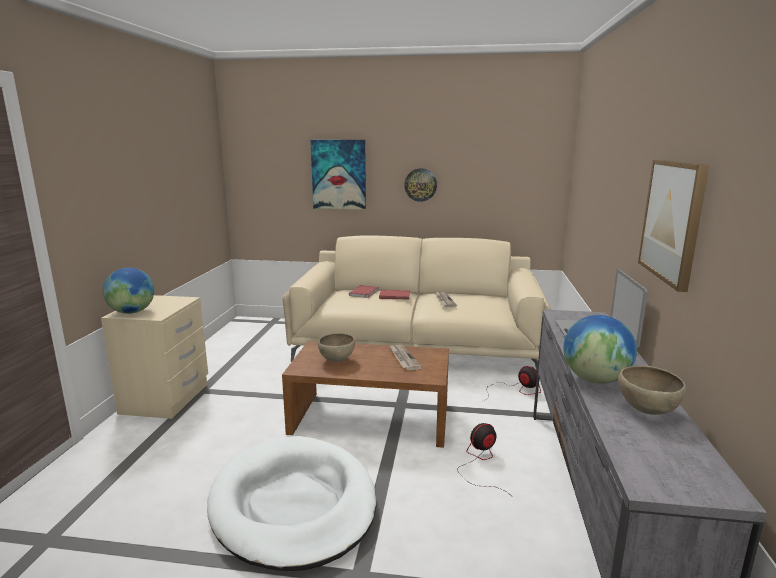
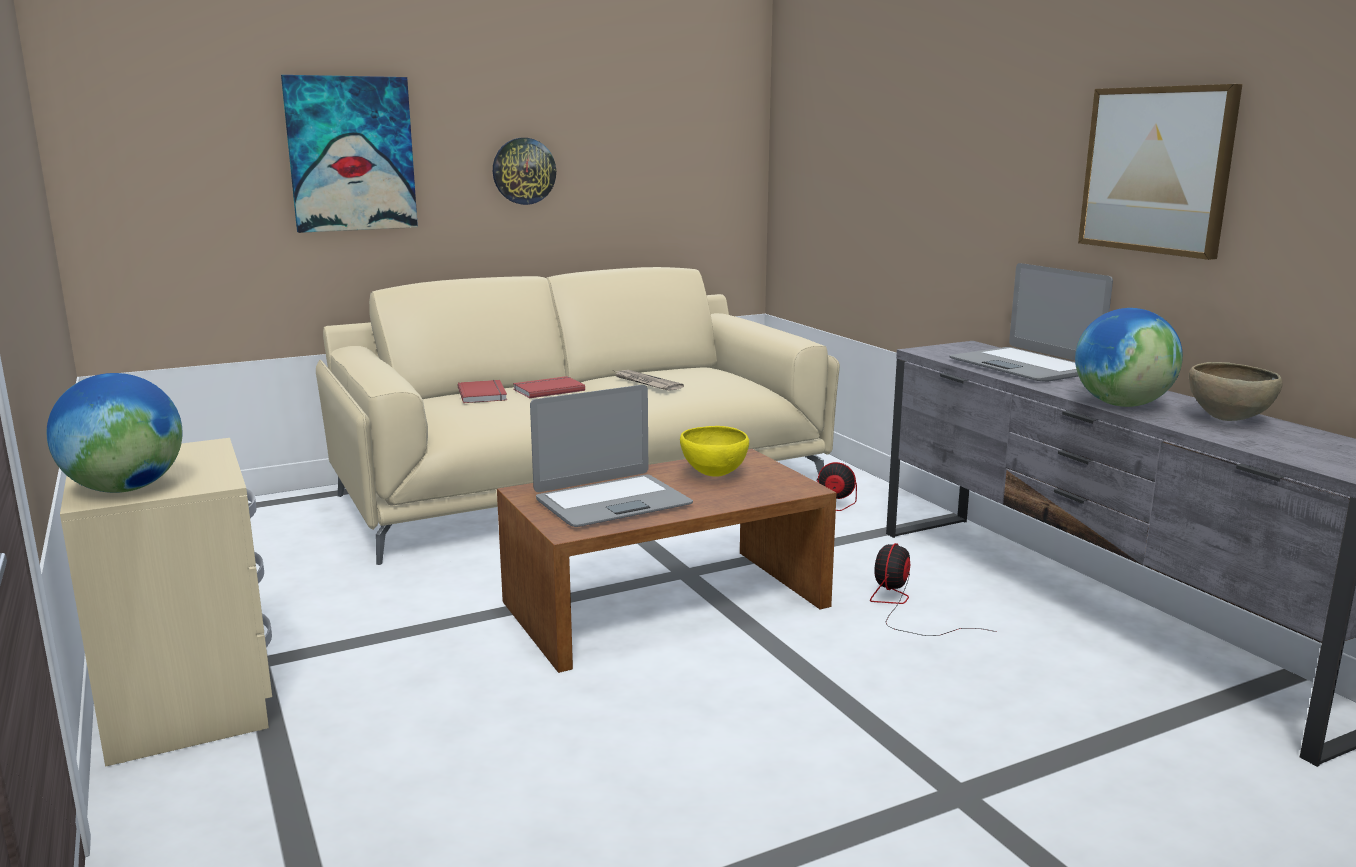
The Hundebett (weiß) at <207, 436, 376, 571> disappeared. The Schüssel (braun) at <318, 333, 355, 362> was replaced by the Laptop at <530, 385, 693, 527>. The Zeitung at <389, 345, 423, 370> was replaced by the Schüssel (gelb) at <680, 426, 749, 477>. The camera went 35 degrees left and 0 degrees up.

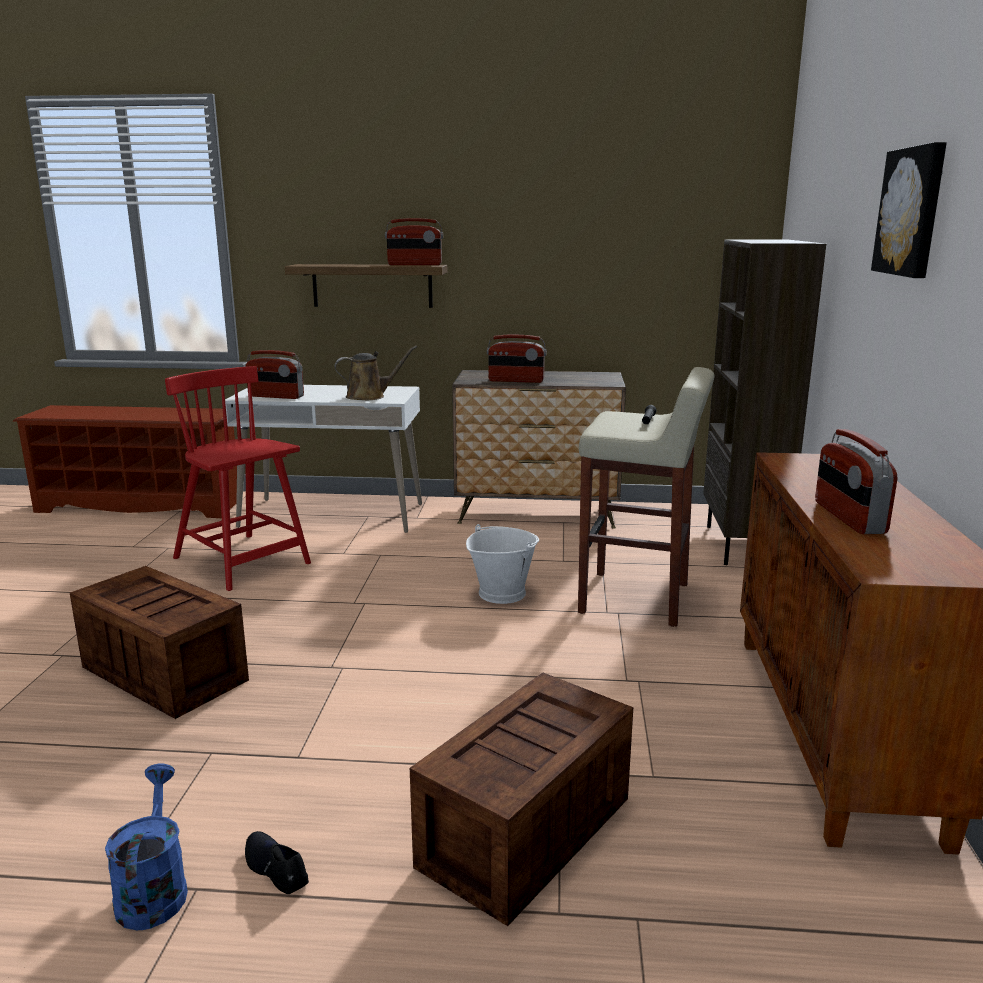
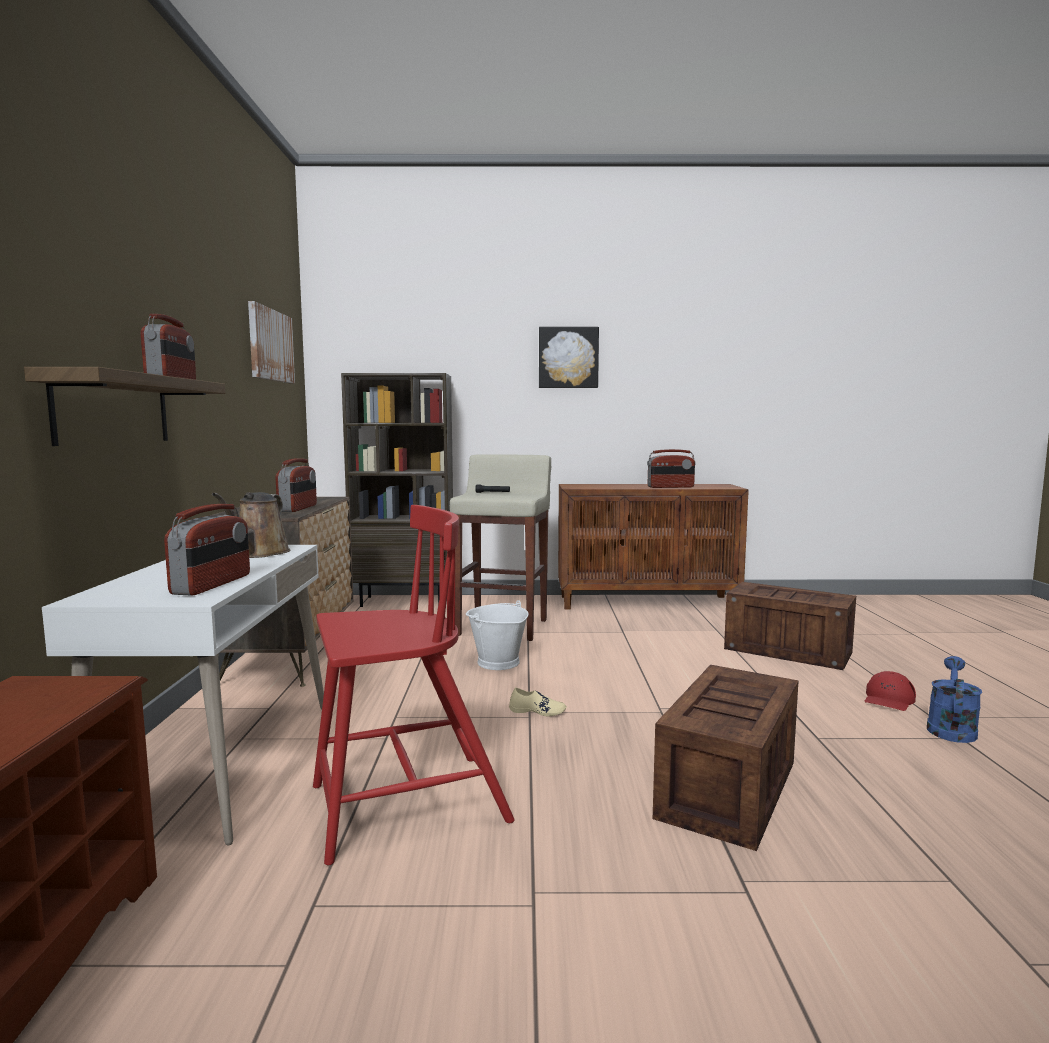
The Bild at <248, 301, 295, 383> appeared. The Schuh (beige) at <509, 687, 567, 716> appeared. The Schuh (schwarz) at <245, 831, 309, 894> was replaced by the Kappe (rot) at <865, 671, 916, 711>. The Gießkanne (blau) at <105, 763, 188, 930> turned 135 degrees clockwise. The Stuhl (rot) at <165, 366, 311, 591> turned 150 degrees counterclockwise. The Gießkanne (braun) at <335, 346, 417, 400> turned 150 degrees counterclockwise. The camera went 95 degrees left and 10 degrees down.

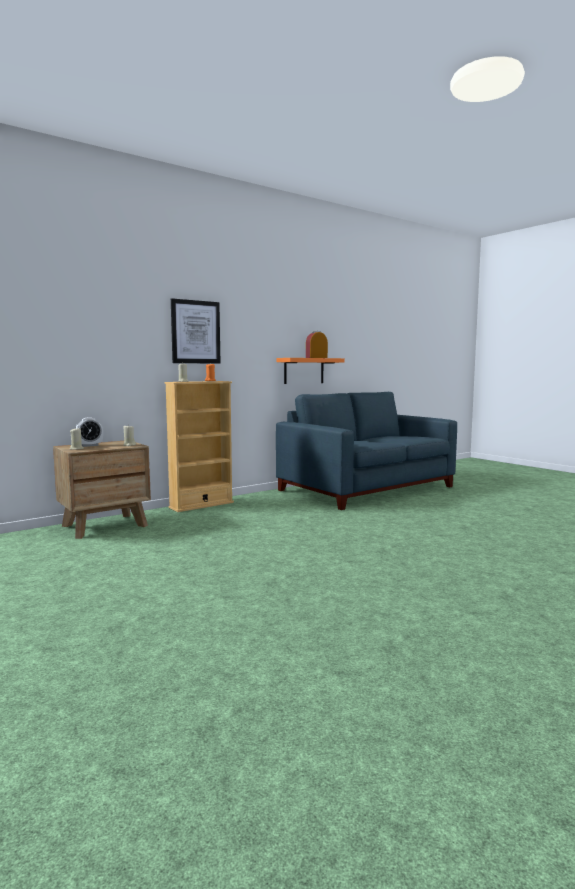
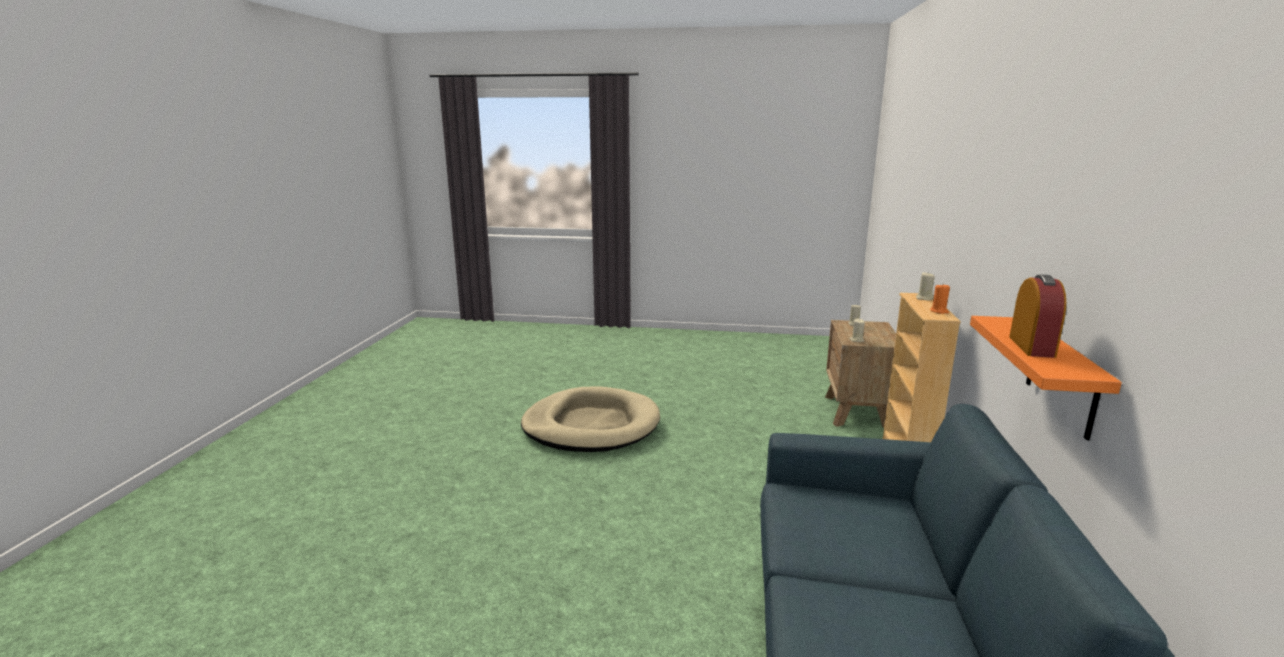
The Wecker at <76, 417, 103, 447> disappeared. The Bild at <171, 298, 220, 363> disappeared. The Hundebett (beige) at <521, 386, 660, 452> appeared. The camera went 135 degrees right and 10 degrees up.

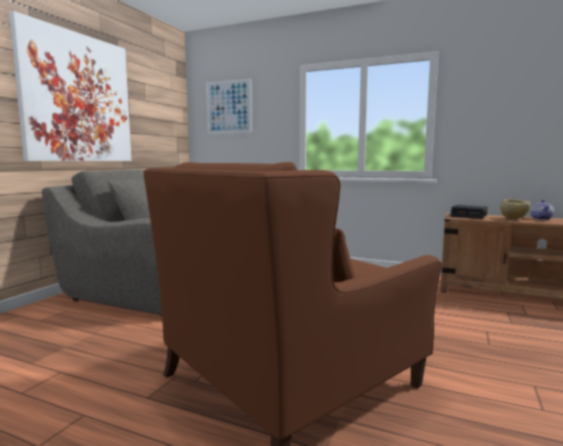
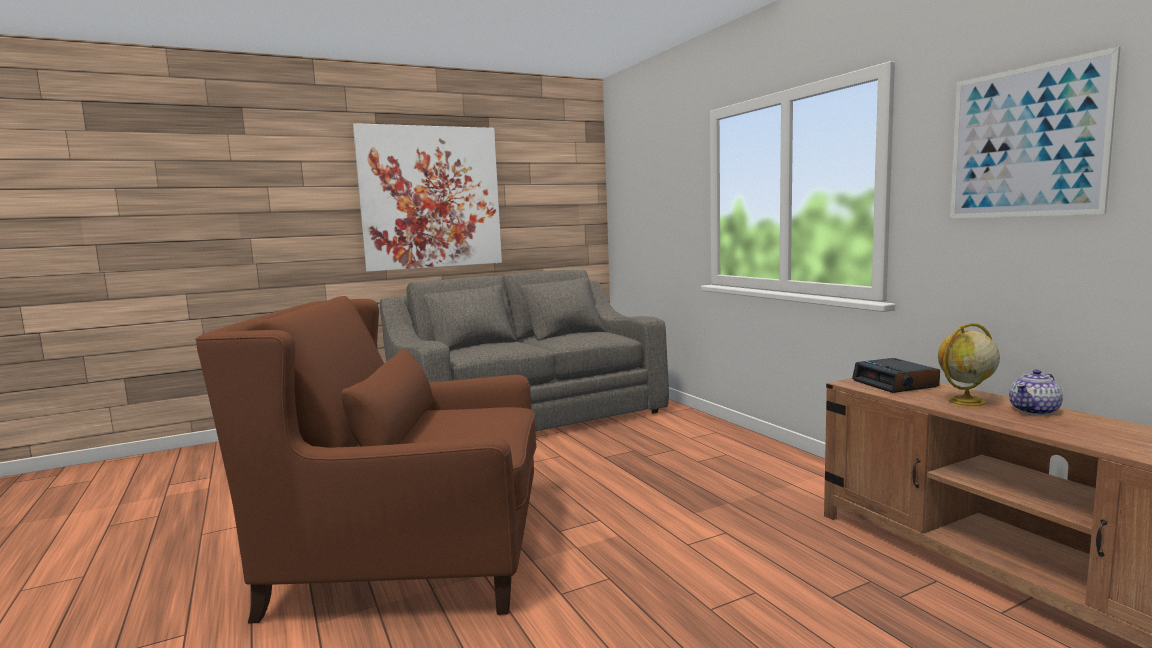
The Bild moved from <206, 79, 252, 134> to <950, 47, 1121, 218>. The Schüssel (beige) at <500, 199, 531, 219> was replaced by the Globus at <938, 323, 1000, 407>. The camera went 40 degrees right and 0 degrees up.

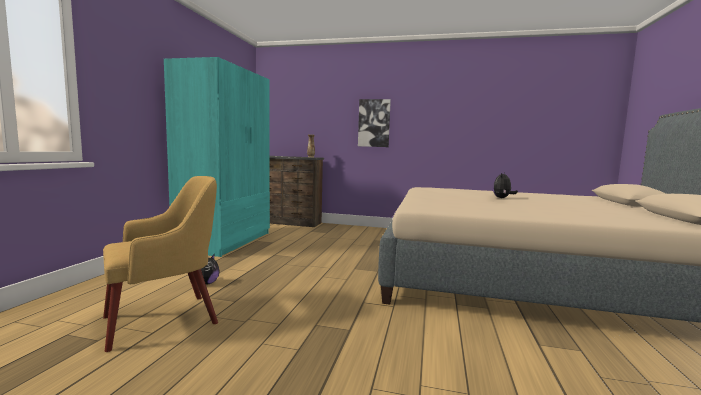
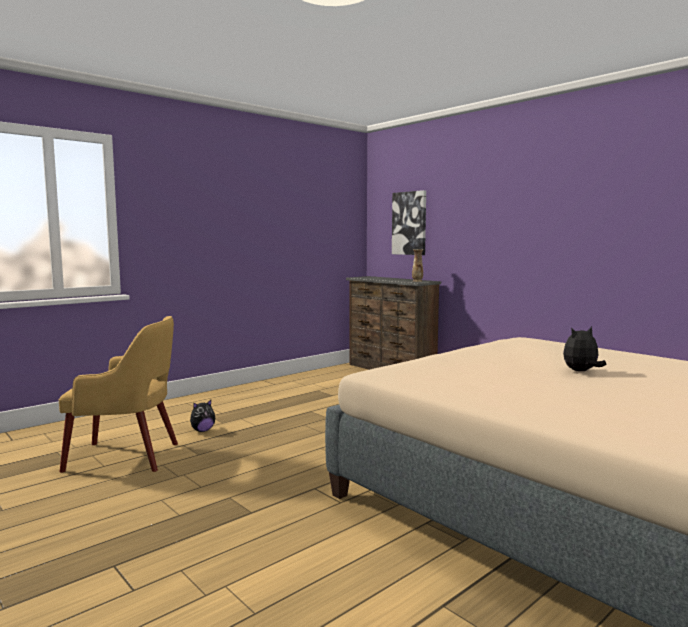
The Kleiderschrank (türkis) at <164, 57, 270, 257> disappeared. The Bild moved from <358, 99, 391, 147> to <392, 190, 426, 255>. The camera went 35 degrees right and 0 degrees up.

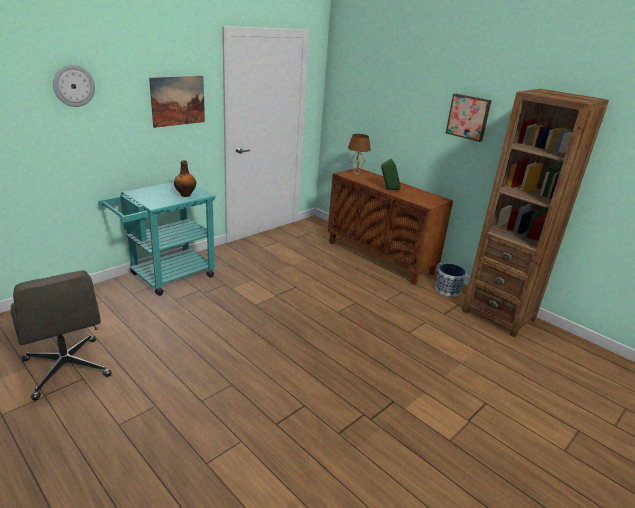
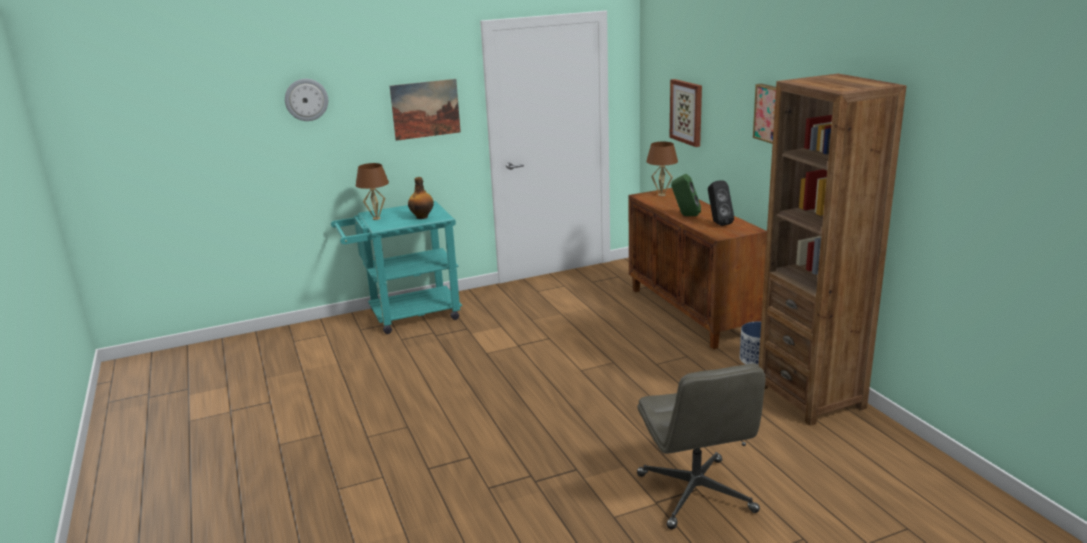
The Tischlampe (braun) at <356, 163, 389, 220> appeared. The Bild at <669, 79, 702, 147> appeared. The Lautsprecher (schwarz) at <708, 180, 734, 226> appeared. The Bürostuhl (grau) moved from <11, 270, 111, 401> to <637, 364, 766, 529>. The camera went 25 degrees right and 5 degrees down.

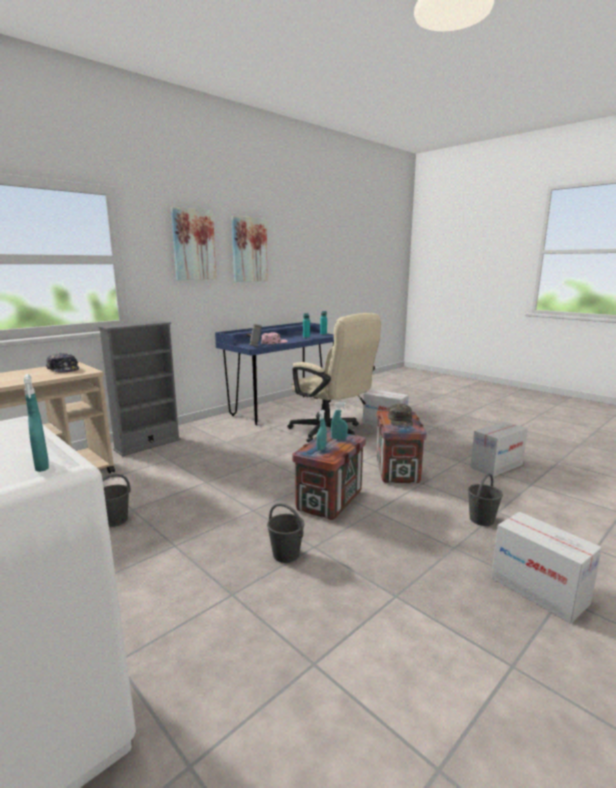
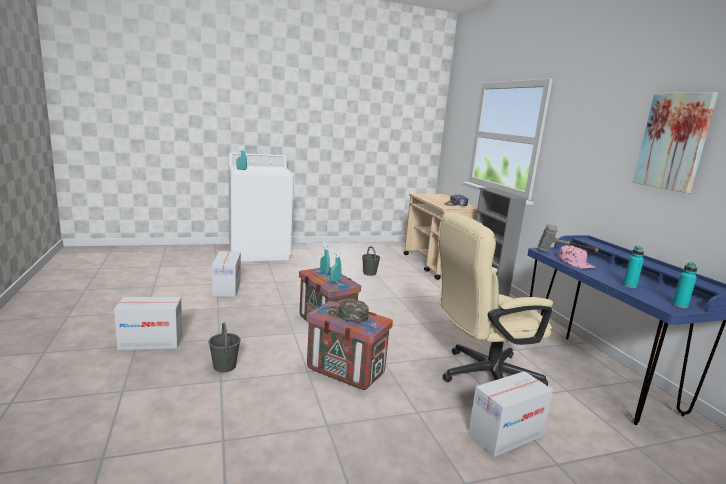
The Bild at <171, 207, 217, 280> disappeared. The Eimer (grau) at <267, 503, 304, 563> disappeared. The Karton moved from <470, 421, 528, 477> to <212, 251, 241, 297>. The camera went 115 degrees right and 0 degrees up.

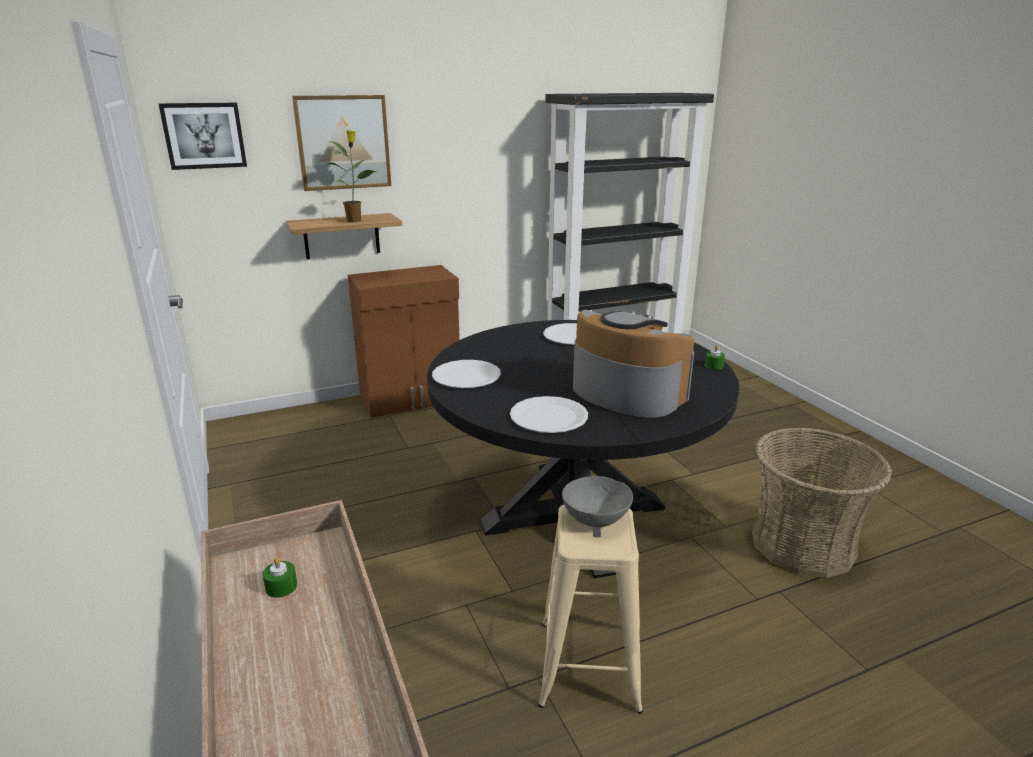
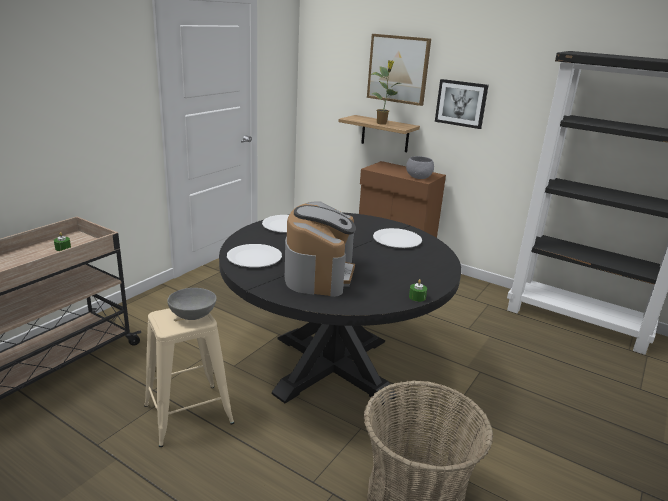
The Schüssel (grau) at <406, 156, 434, 179> appeared. The Bild moved from <159, 103, 247, 170> to <435, 79, 489, 129>. The camera went 55 degrees right and 0 degrees up.

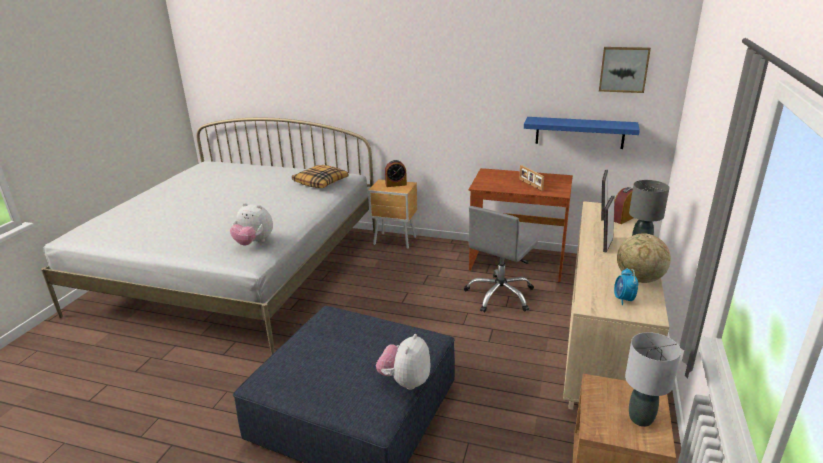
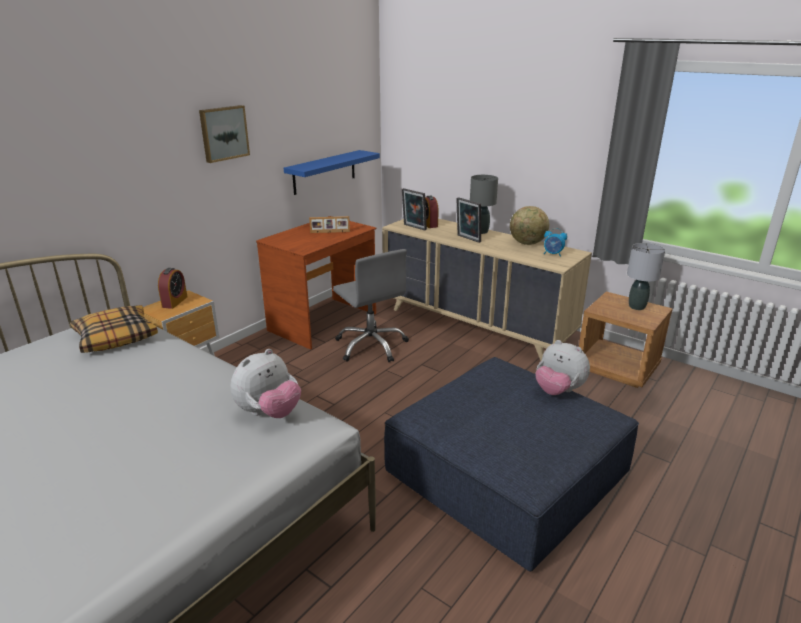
The Bild moved from <599, 47, 651, 93> to <199, 105, 250, 163>. The camera went 70 degrees left and 0 degrees up.

